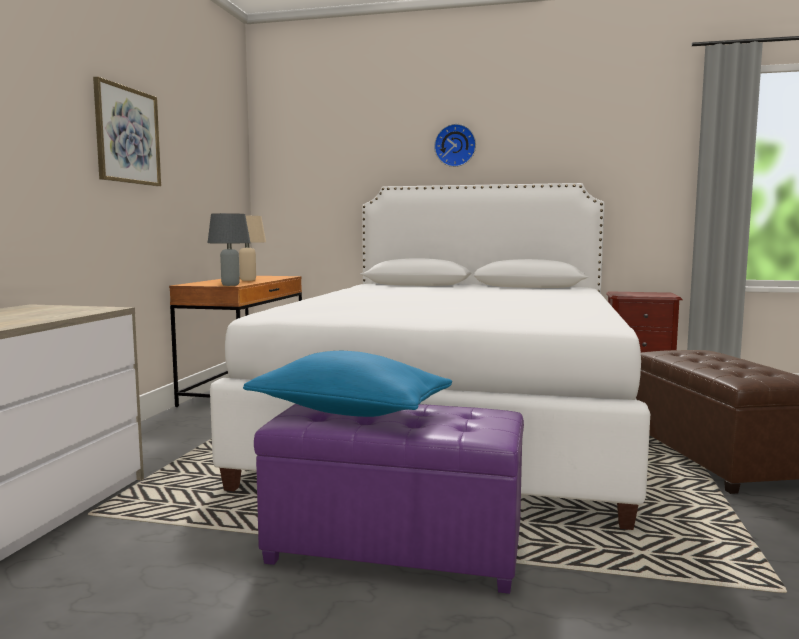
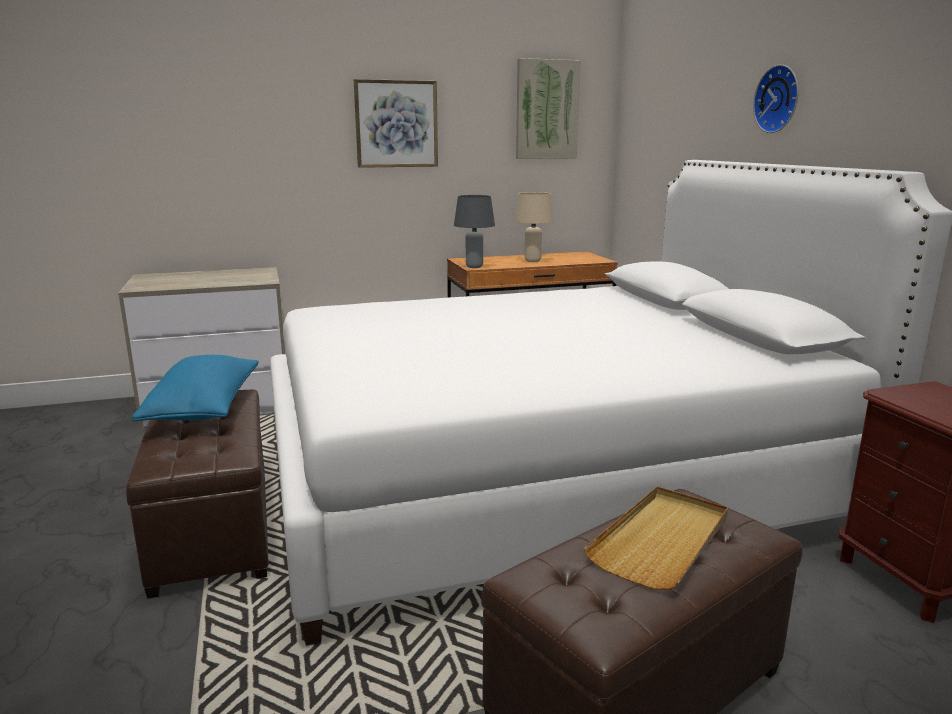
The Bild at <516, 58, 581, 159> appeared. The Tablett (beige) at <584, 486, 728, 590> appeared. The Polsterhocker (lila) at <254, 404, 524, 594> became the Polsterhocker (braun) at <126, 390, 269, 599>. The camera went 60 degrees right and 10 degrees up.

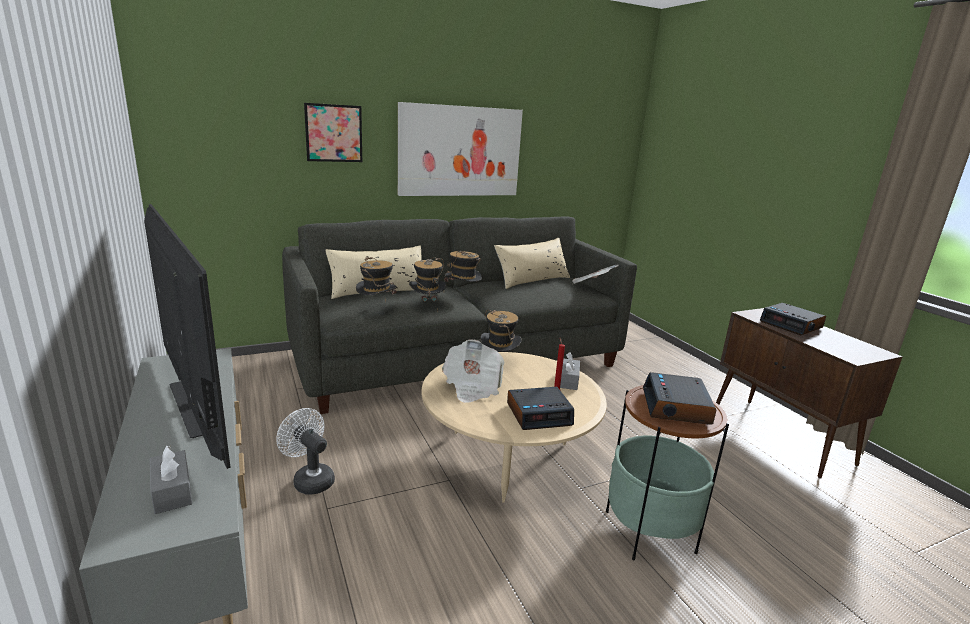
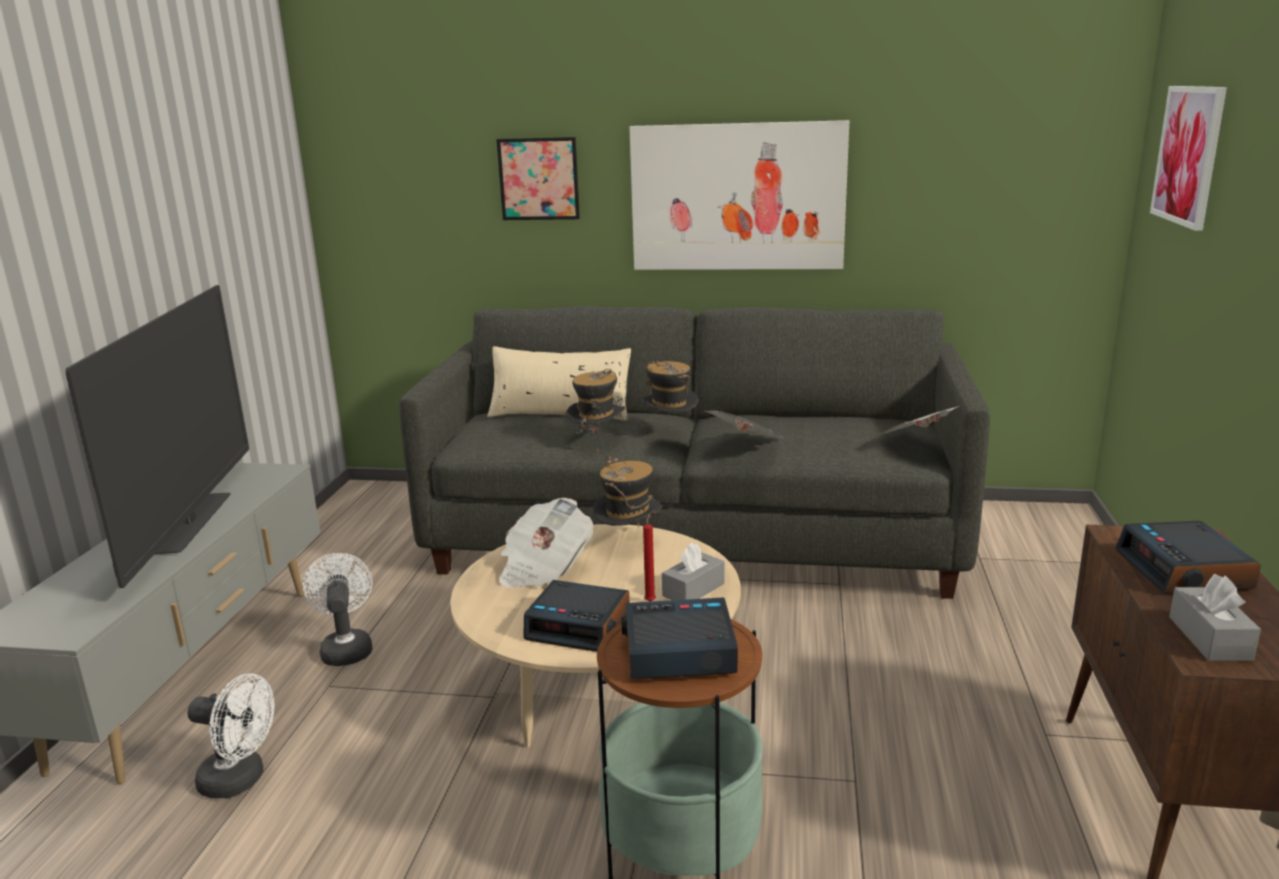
The Hut at <356, 256, 397, 301> disappeared. The Kissen (beige) at <494, 238, 570, 289> disappeared. The Ventilator (weiß) at <188, 673, 274, 799> appeared. The Zeitung at <704, 411, 779, 437> appeared. The Bild at <1150, 86, 1227, 231> appeared. The Taschentuchbox (grau) moved from <150, 445, 192, 514> to <1169, 574, 1261, 661>. The Wecker at <643, 372, 716, 425> turned 45 degrees clockwise. The camera went 35 degrees right and 0 degrees up.

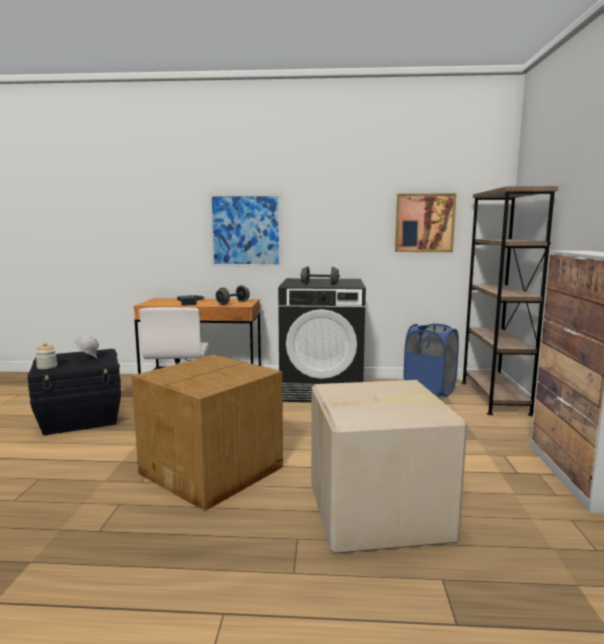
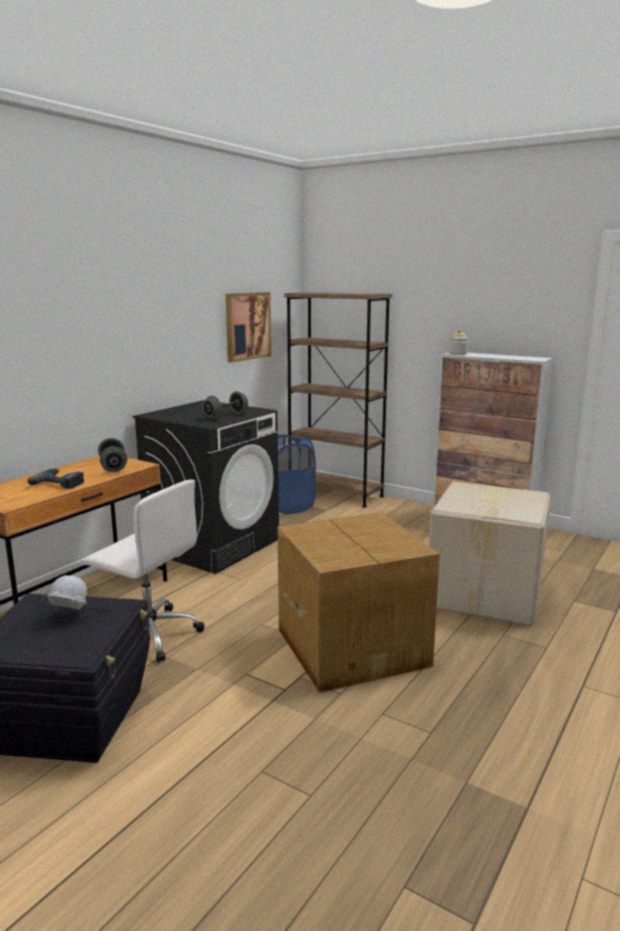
The Bild at <209, 193, 282, 267> disappeared. The Vorratsglas moved from <35, 343, 57, 369> to <449, 330, 468, 355>. The camera went 60 degrees left and 5 degrees up.

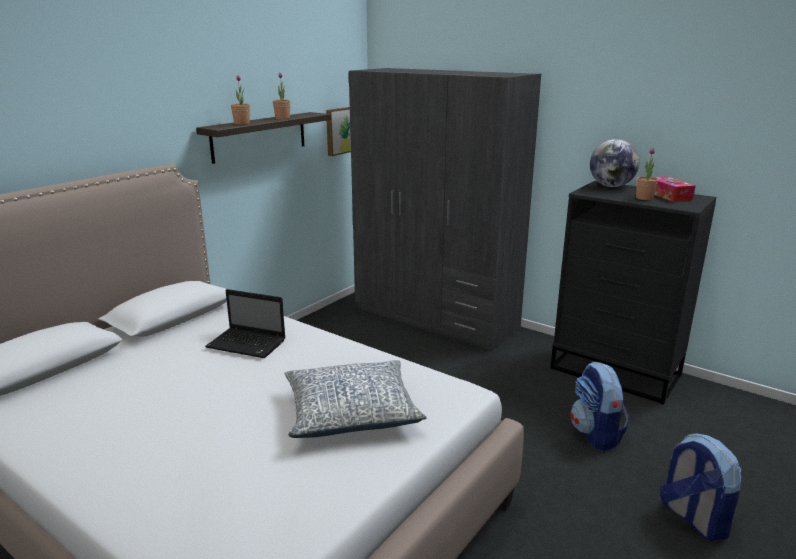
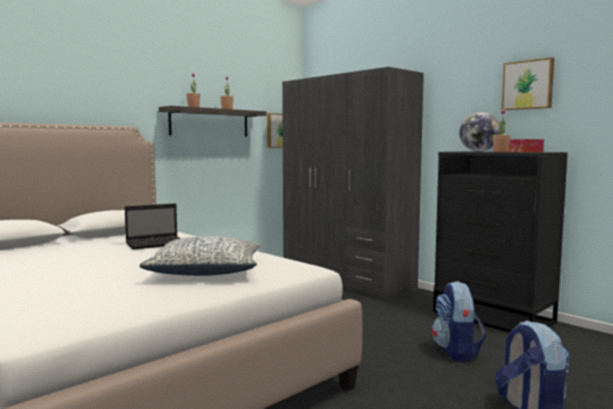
The Bild at <502, 57, 554, 110> appeared. The Laptop at <205, 289, 286, 358> turned 60 degrees counterclockwise. The camera went 10 degrees right and 15 degrees down.

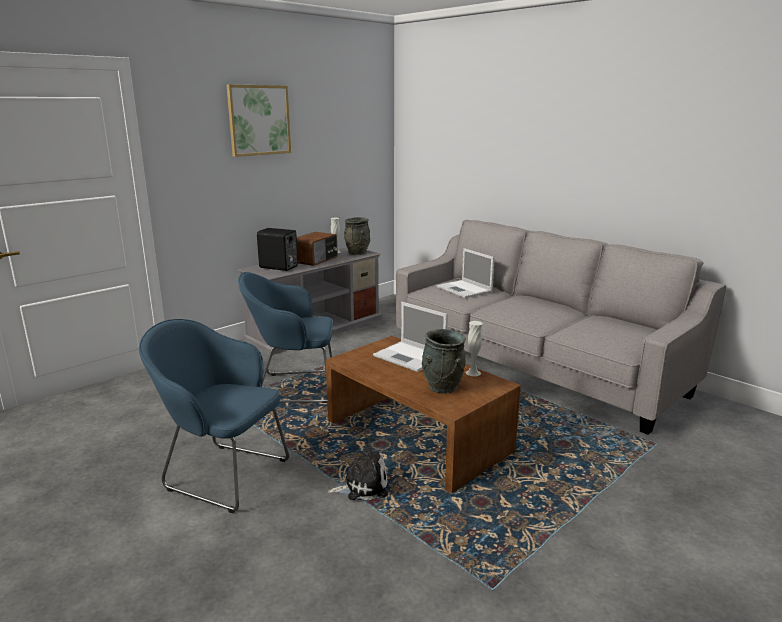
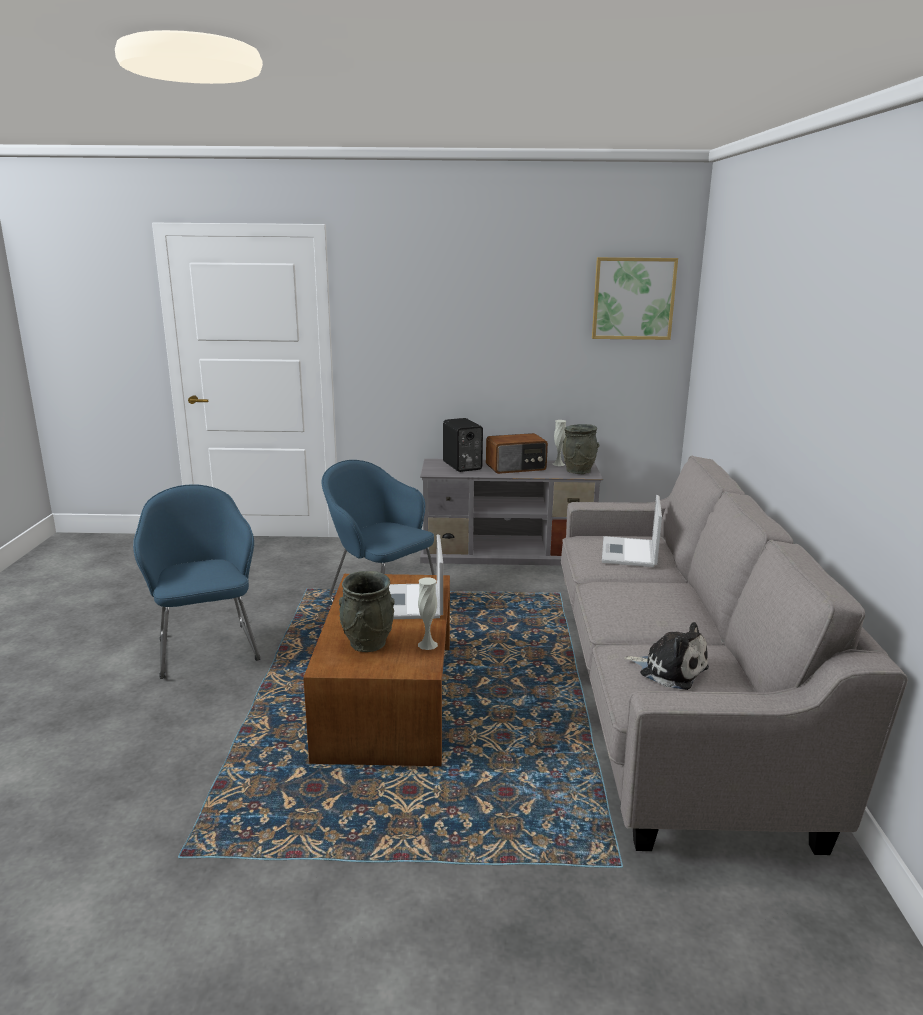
The Bild moved from <226, 84, 291, 157> to <592, 257, 678, 340>. The Plüschtier moved from <328, 445, 388, 500> to <624, 622, 709, 690>. The camera went 45 degrees right and 0 degrees up.

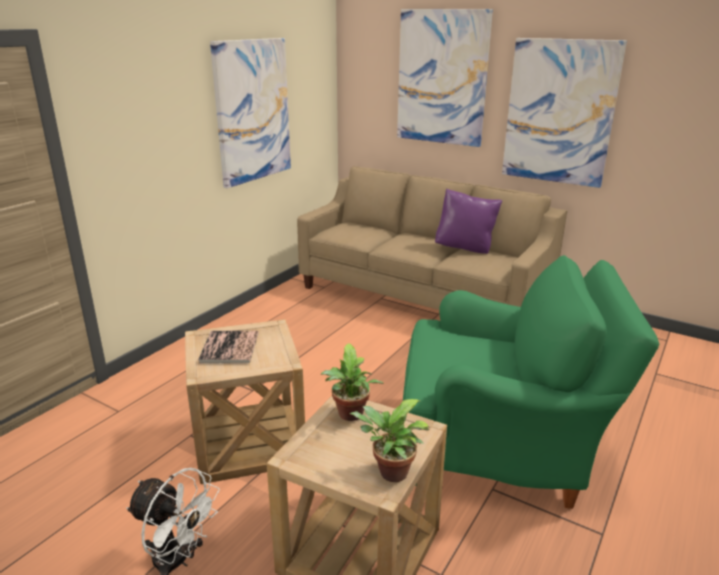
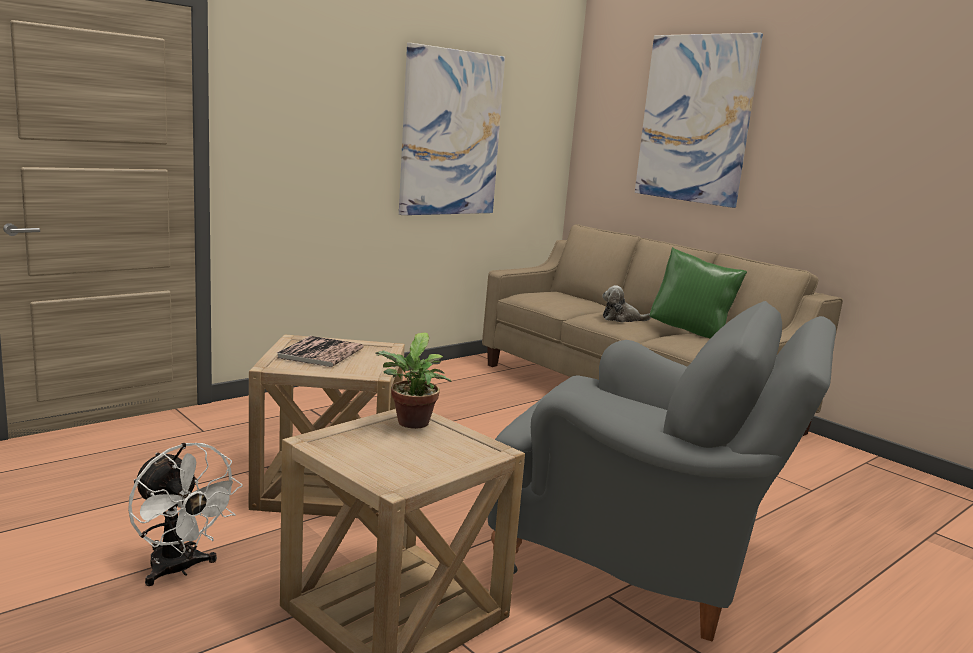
The Topfpflanze at <349, 399, 429, 482> disappeared. The Bild at <502, 38, 627, 188> disappeared. The Plüschtier at <602, 285, 651, 322> appeared. The Sessel (grün) at <403, 255, 659, 509> became the Sessel (grau) at <488, 301, 836, 641>. The Kissen (lila) at <435, 188, 502, 254> became the Kissen (grün) at <650, 247, 747, 338>. The camera went 15 degrees right and 10 degrees down.

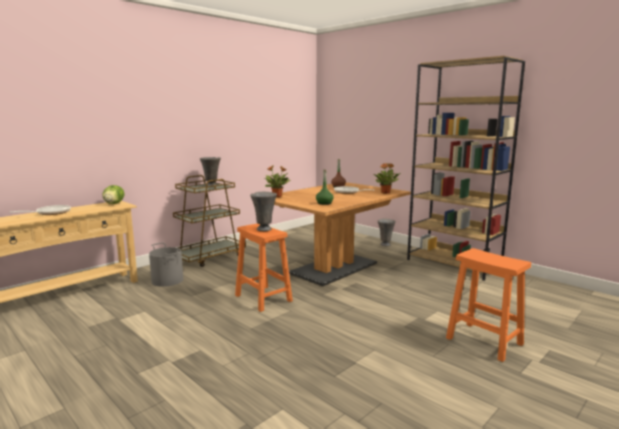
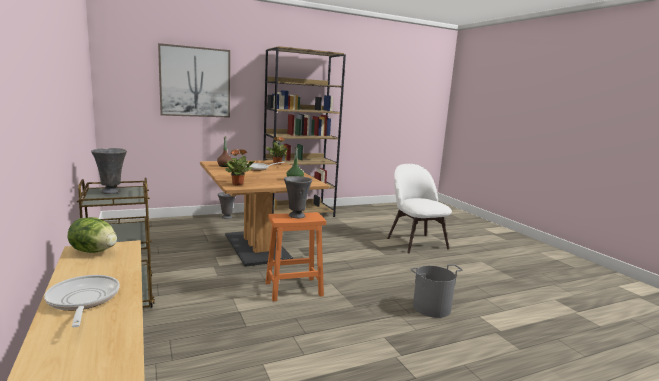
The Bild at <158, 43, 230, 118> appeared. The Eimer (grau) moved from <149, 243, 183, 287> to <410, 264, 463, 318>. The Hocker (orange) at <446, 248, 531, 362> was replaced by the Stuhl (weiß) at <387, 164, 452, 253>. The camera went 70 degrees left and 0 degrees up.

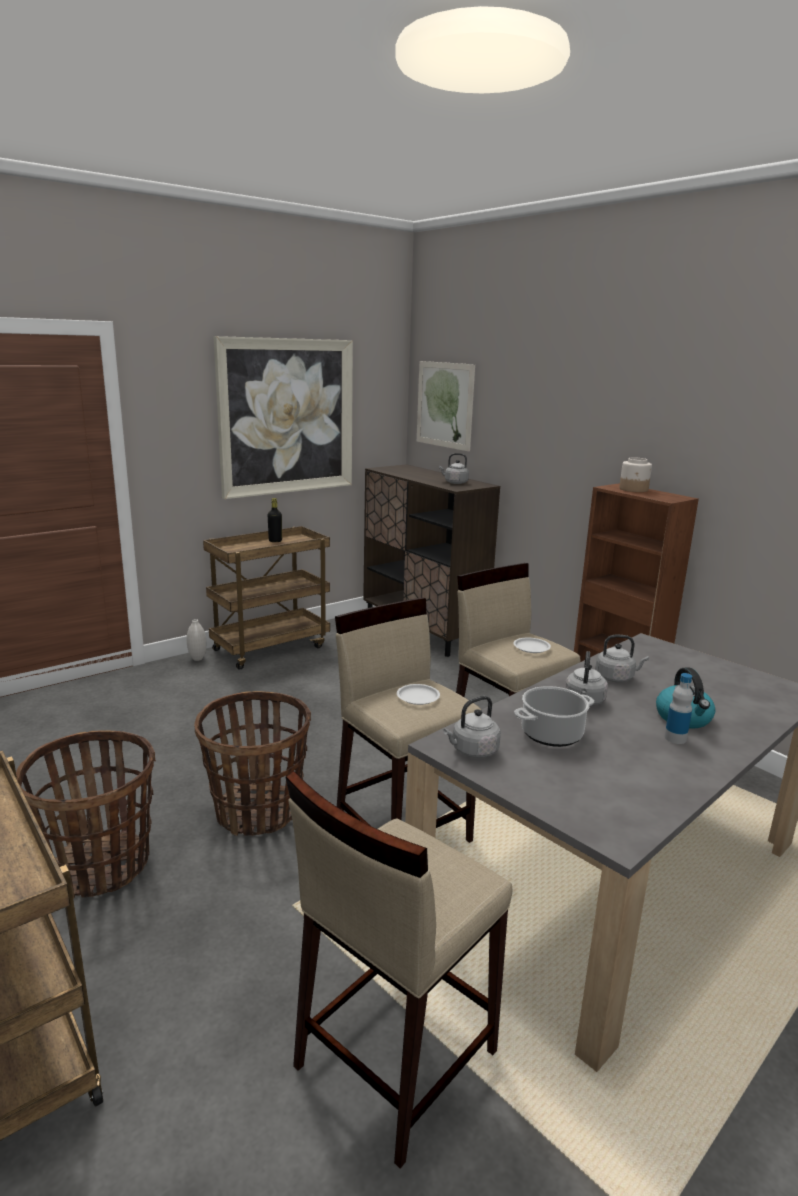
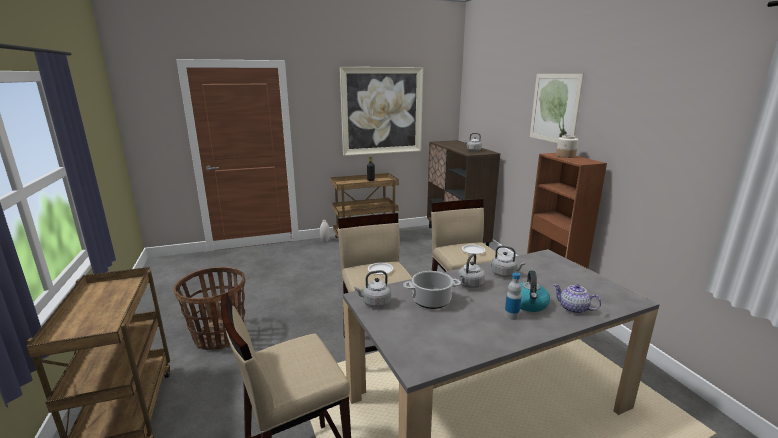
The Korb at <194, 691, 311, 836> disappeared. The Teekanne at <553, 284, 601, 314> appeared. The Bild moved from <417, 361, 475, 452> to <530, 74, 584, 143>. The camera went 20 degrees right and 0 degrees up.

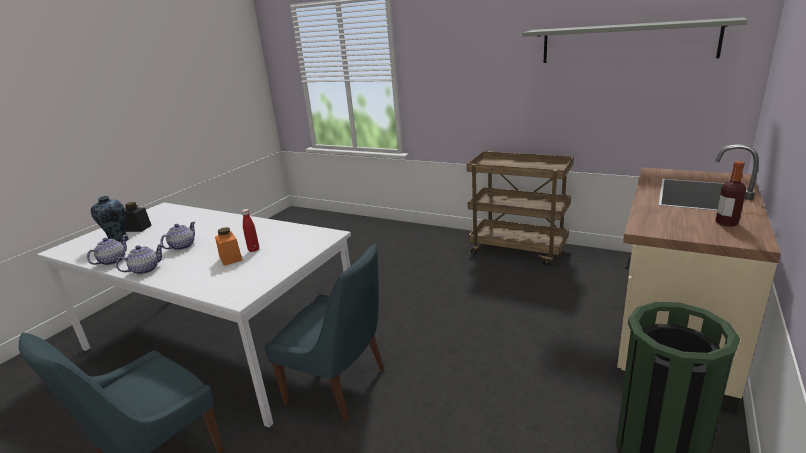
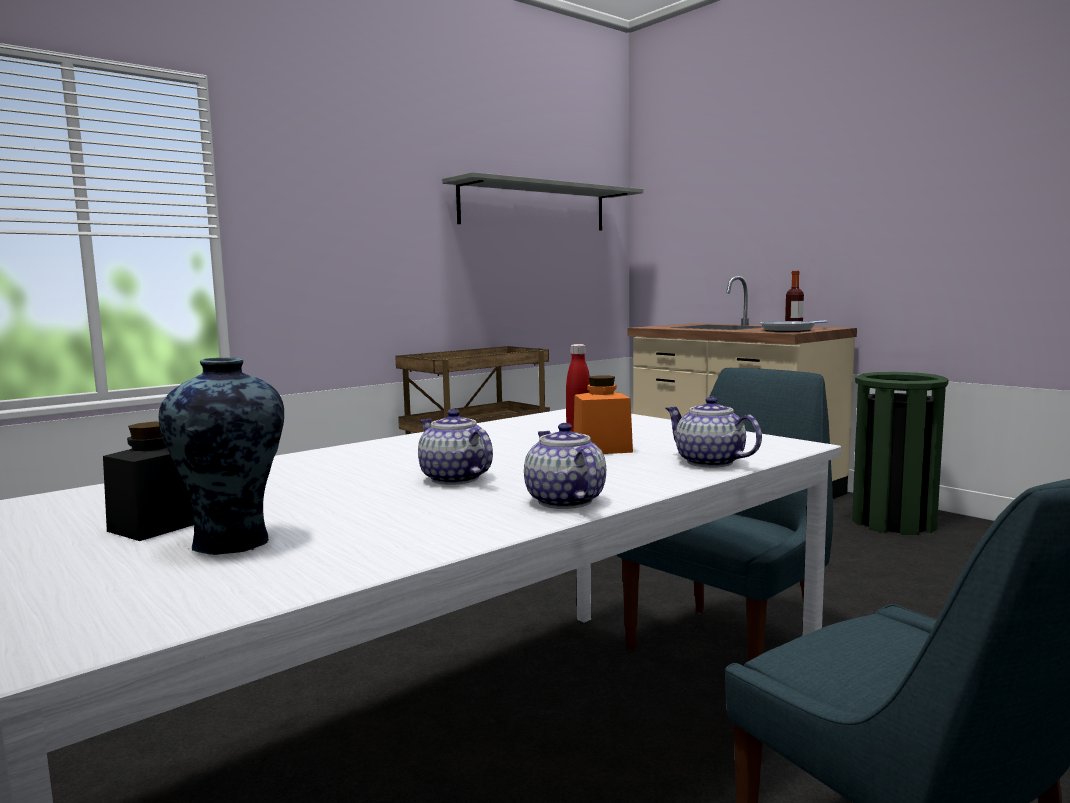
The Pfanne at <761, 320, 828, 332> appeared. The Teekanne moved from <87, 235, 127, 265> to <665, 397, 762, 468>. The camera went 70 degrees left and 15 degrees down.

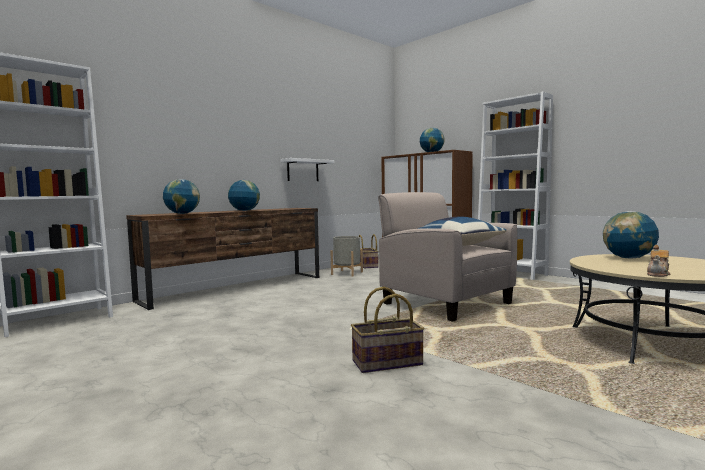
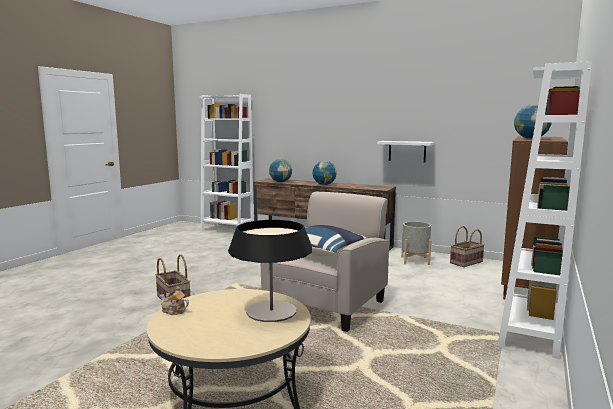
The Globus at <603, 211, 659, 259> was replaced by the Tischlampe at <228, 220, 312, 322>. The camera went 70 degrees right and 5 degrees up.

